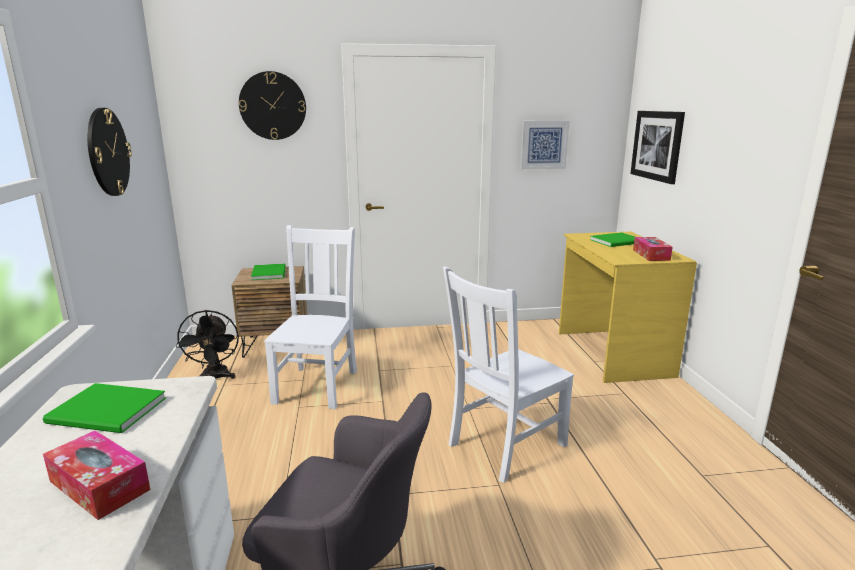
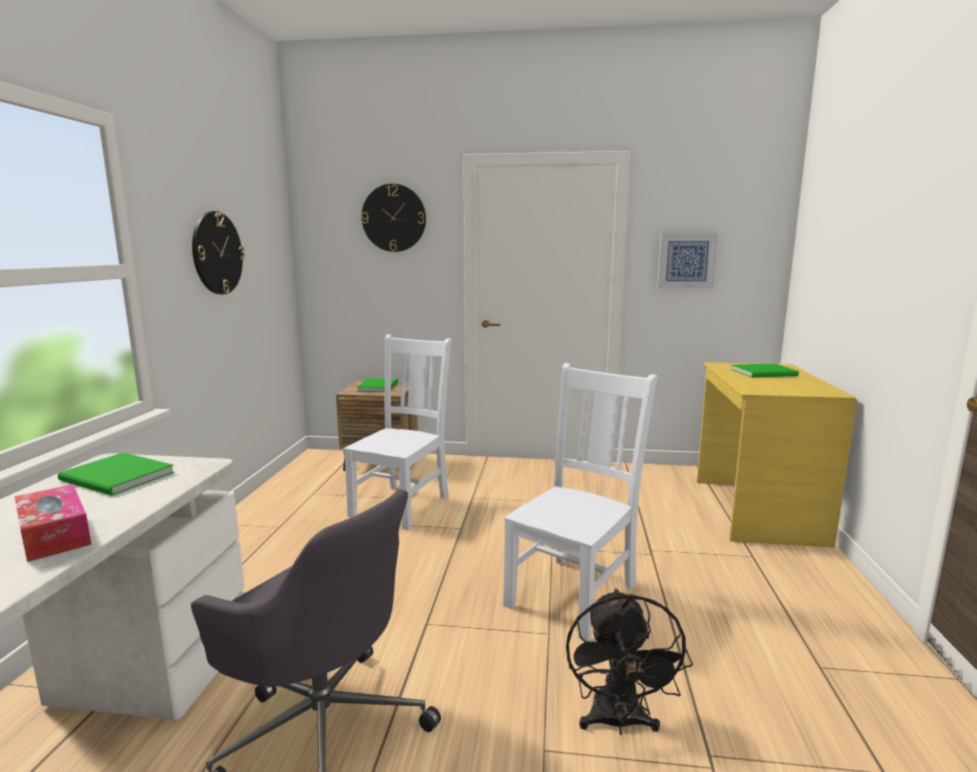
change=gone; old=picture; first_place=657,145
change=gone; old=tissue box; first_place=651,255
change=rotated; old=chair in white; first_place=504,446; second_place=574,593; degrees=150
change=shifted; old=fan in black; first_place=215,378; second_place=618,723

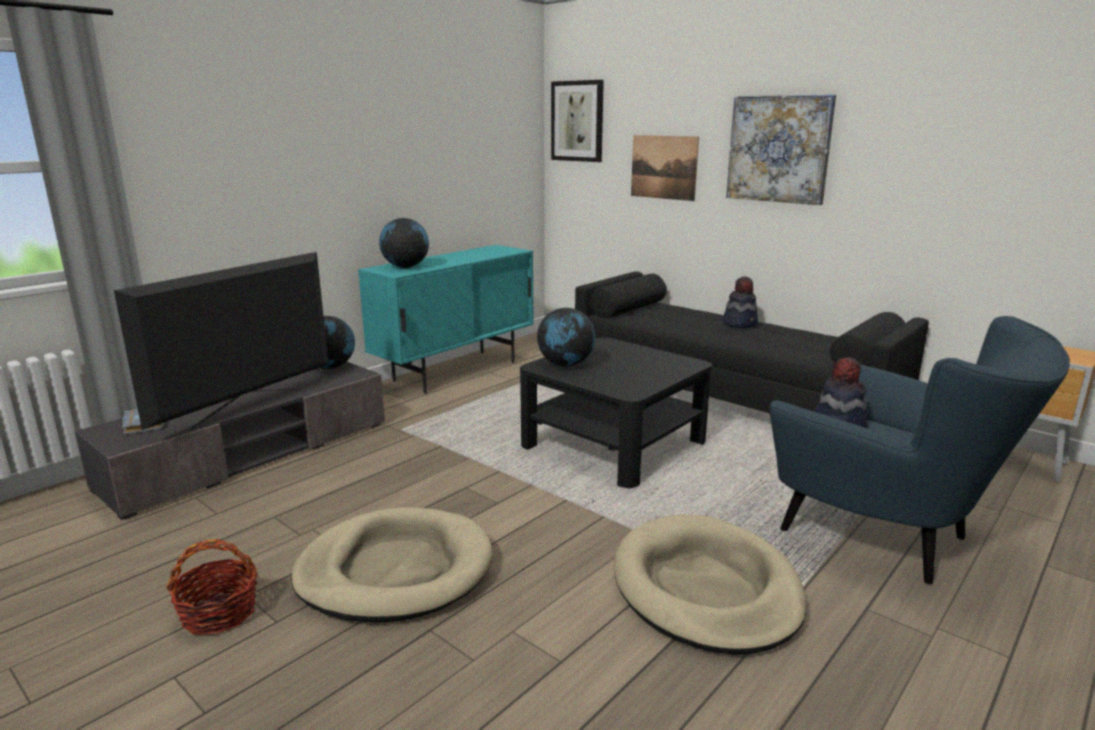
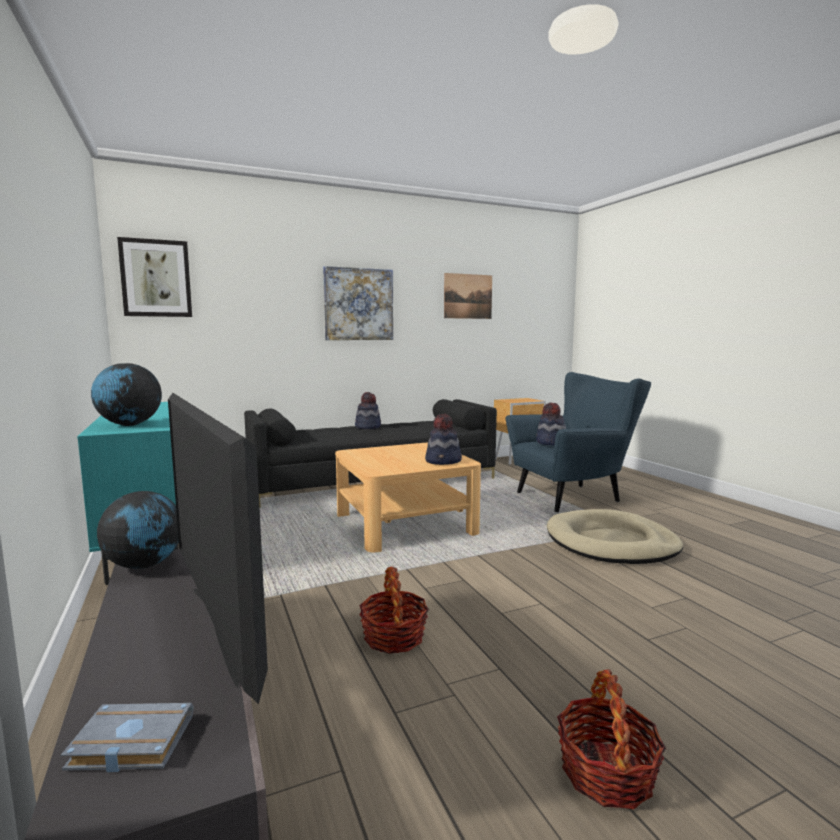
change=shifted; old=picture; first_place=663,167; second_place=468,296
change=gone; old=globe; first_place=566,364
change=repainted; old=coffee table in black; new=coffee table in beige; first_place=615,443; second_place=405,523
change=gone; old=dog bed in beige; first_place=395,570
change=new; new=hat; second_place=443,461
change=new; new=basket; second_place=393,637

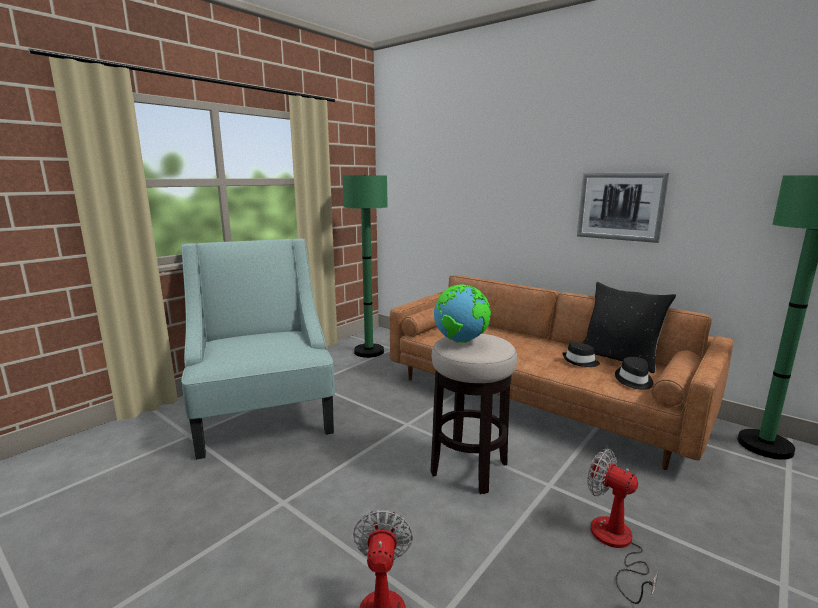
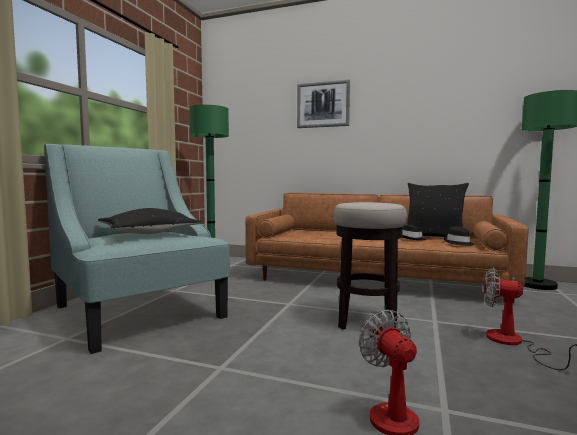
change=shifted; old=picture; first_place=620,206; second_place=323,104
change=gone; old=globe; first_place=461,341
change=new; new=pillow in black; second_place=149,233

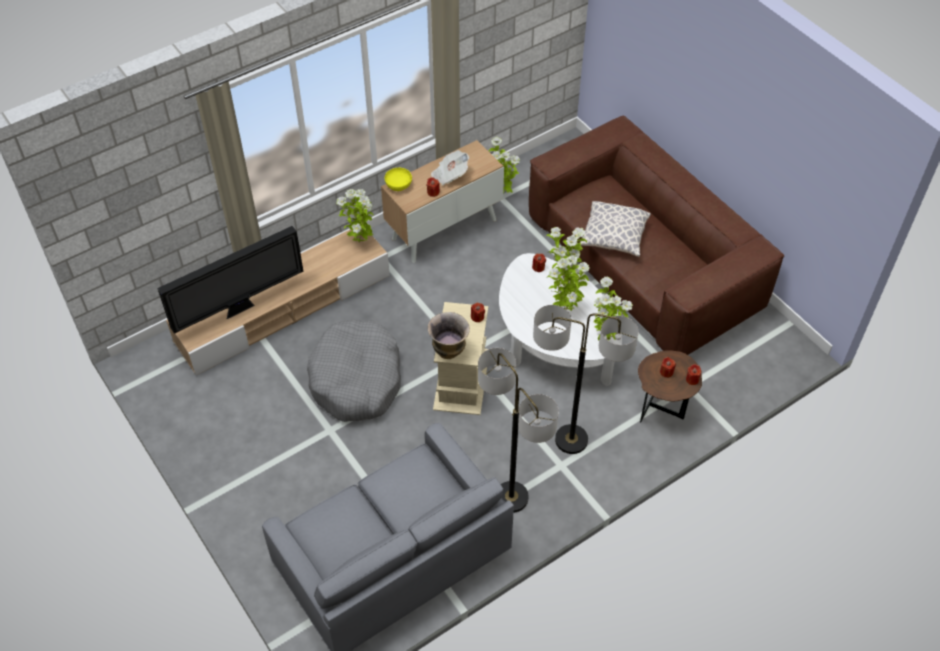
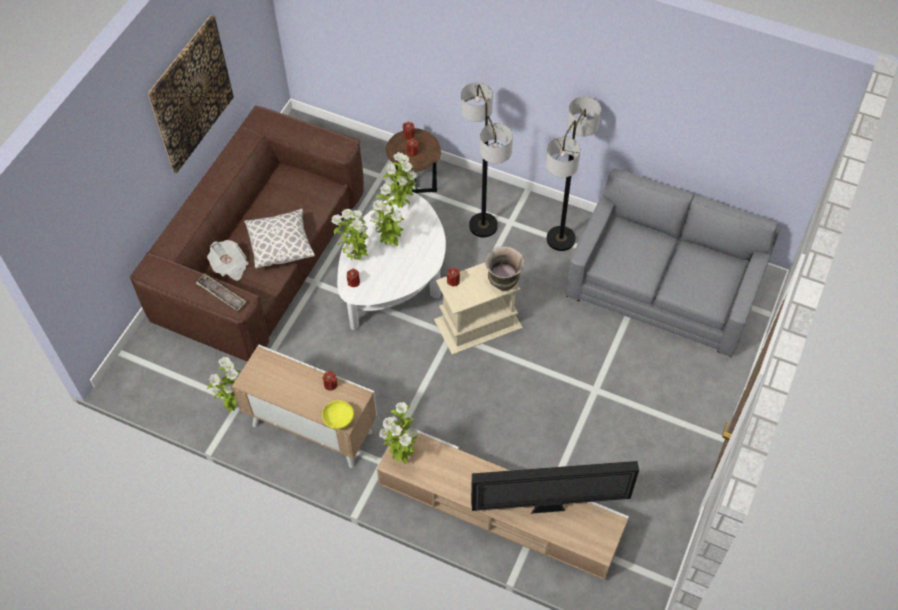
change=shifted; old=newspaper; first_place=450,175; second_place=230,266
change=rotated; old=television; first_place=240,308; second_place=549,507; degrees=150
change=gone; old=dog bed in grey; first_place=356,379
change=new; new=picture; second_place=191,94
change=new; new=tray; second_place=221,294

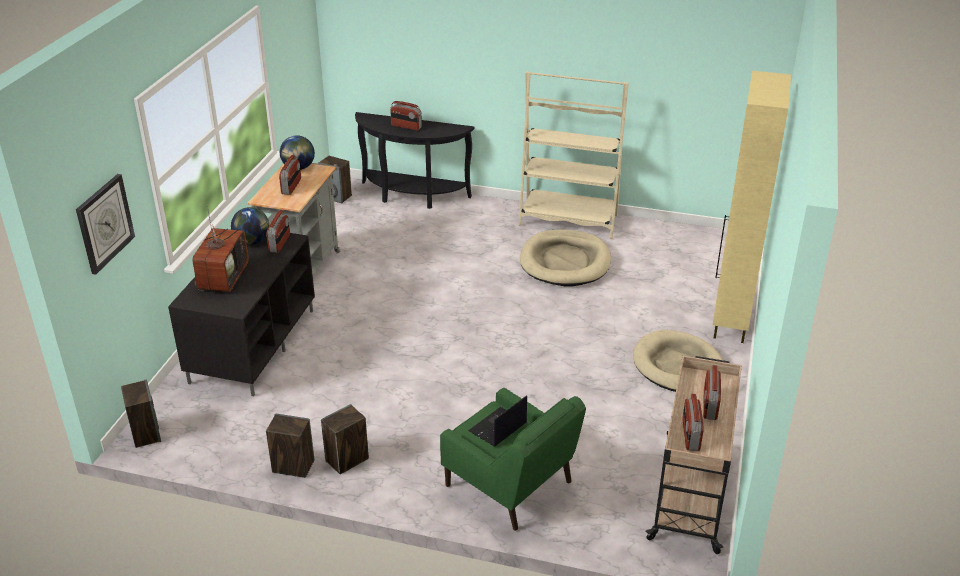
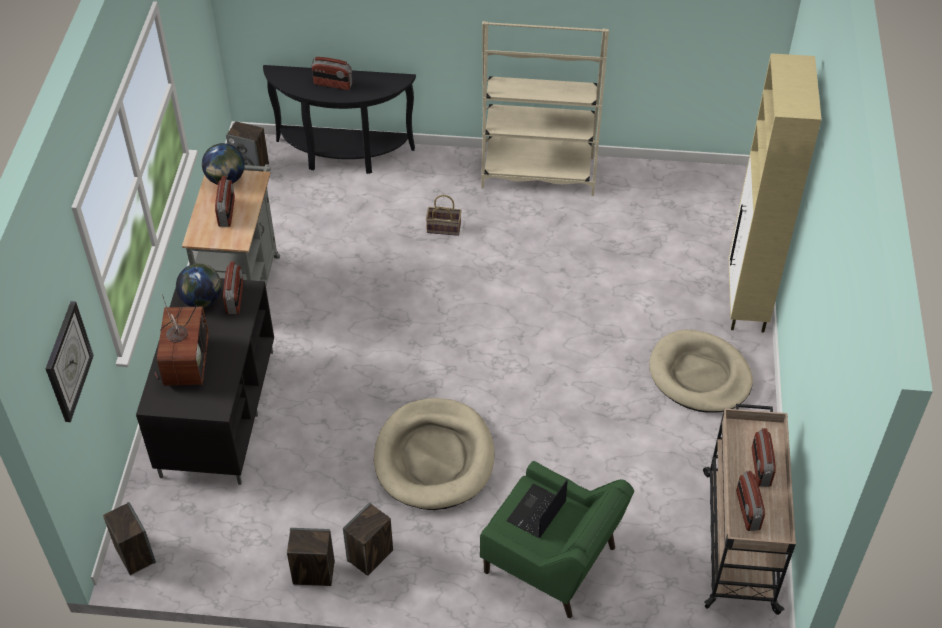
change=shifted; old=dog bed in beige; first_place=565,262; second_place=434,457
change=new; new=basket; second_place=444,227

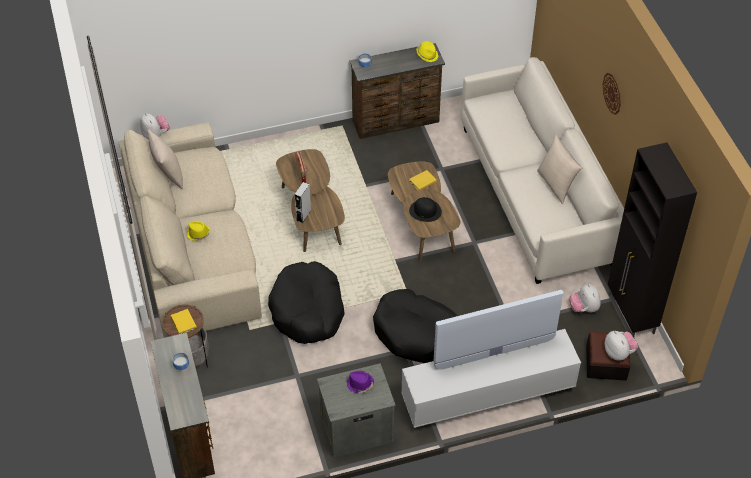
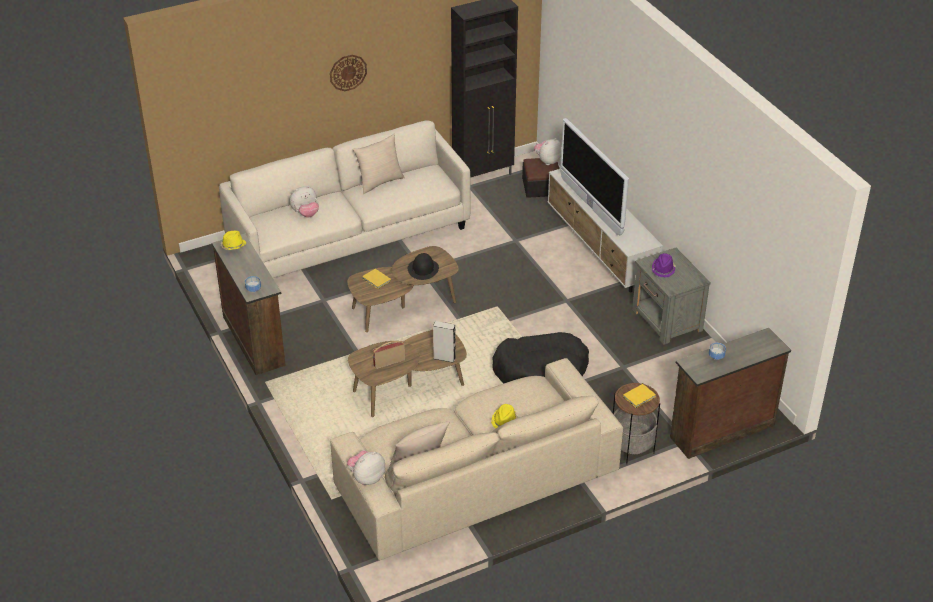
change=shifted; old=plush toy; first_place=583,308; second_place=305,213
change=gone; old=dog bed in black; first_place=417,333

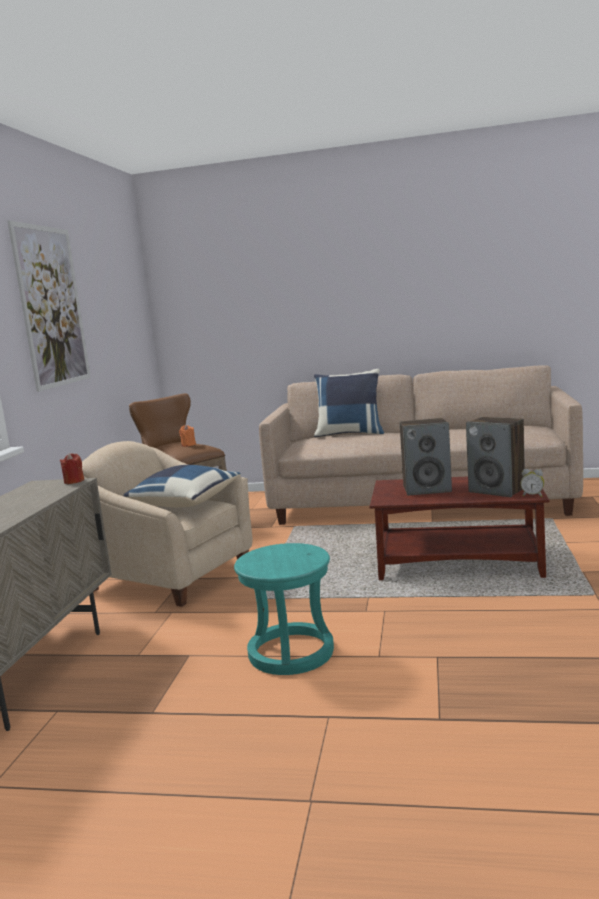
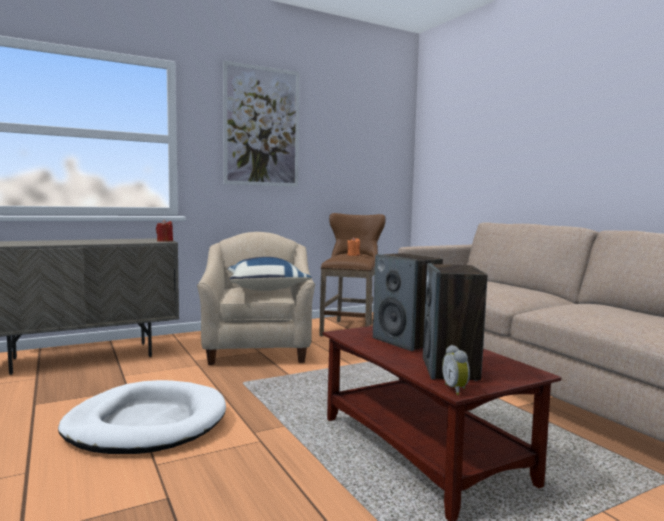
change=gone; old=pillow in blue; first_place=350,433
change=swapped; old=stool in turquoise; new=dog bed in white; first_place=291,653; second_place=146,423

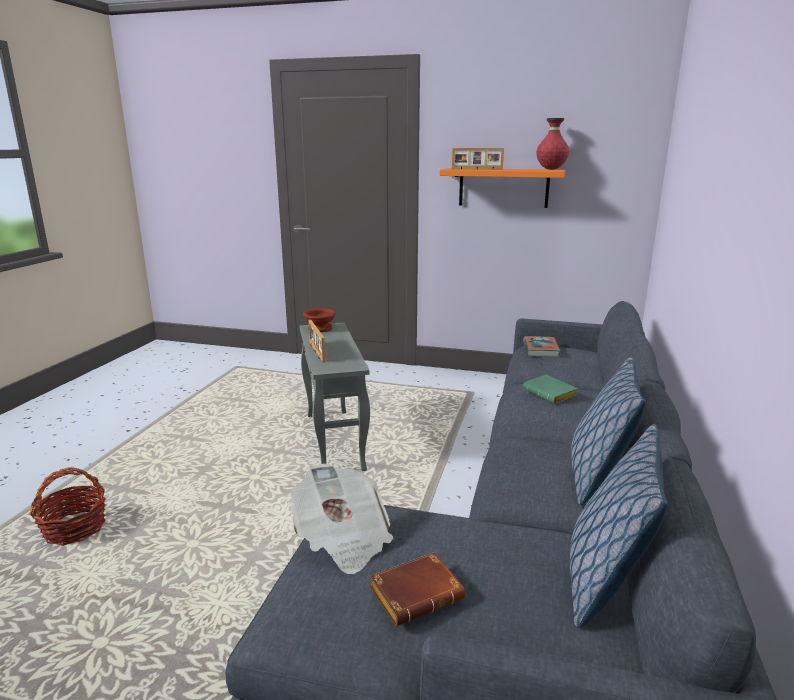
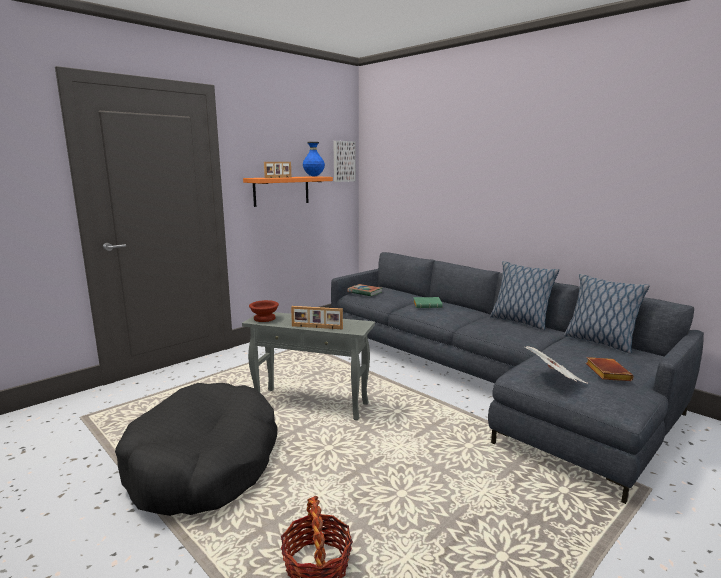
change=repainted; old=vase in red; new=vase in blue; first_place=551,169; second_place=314,176
change=new; new=picture; second_place=343,161
change=new; new=dog bed in black; second_place=204,464

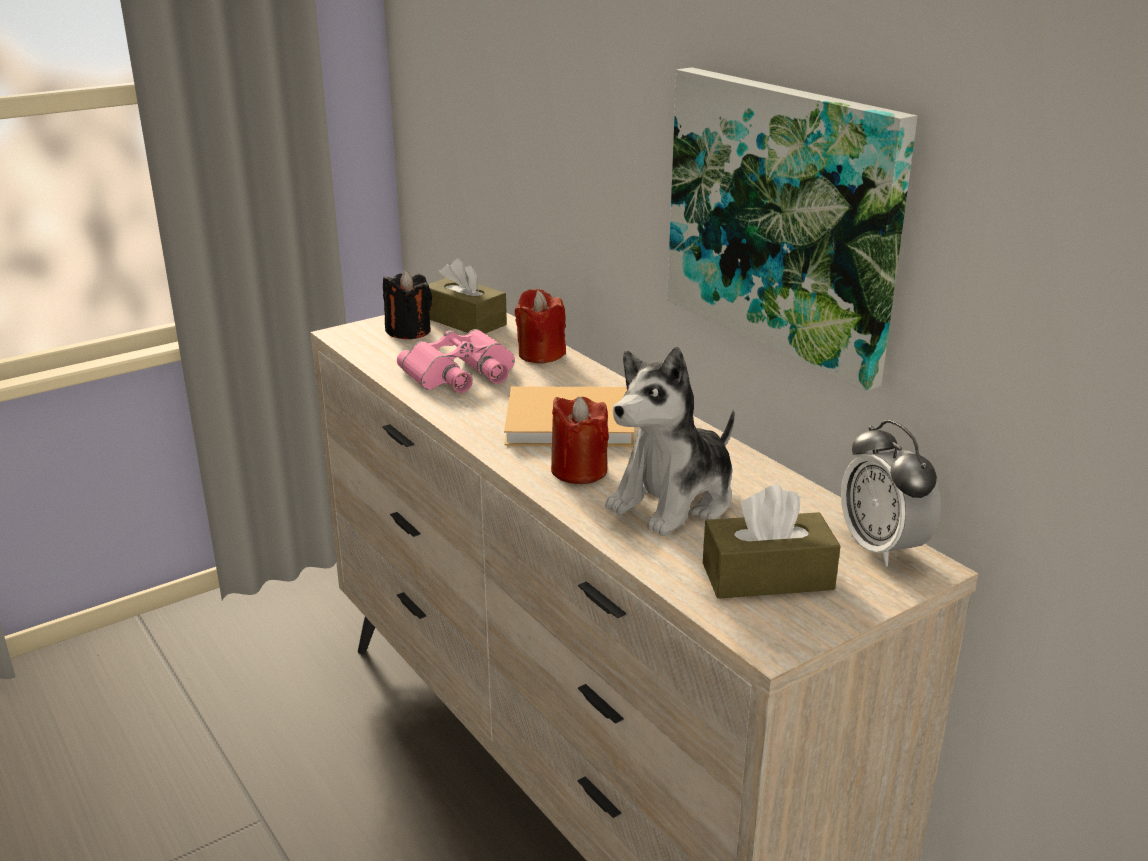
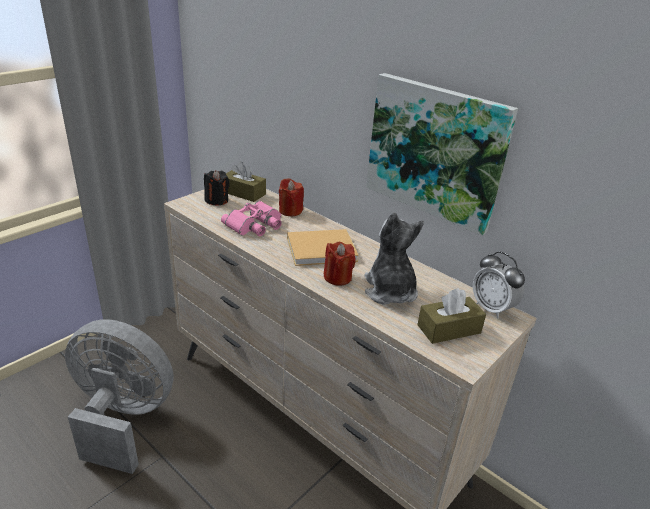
change=rotated; old=plush toy; first_place=674,501; second_place=390,291; degrees=135
change=new; new=fan in grey; second_place=122,418

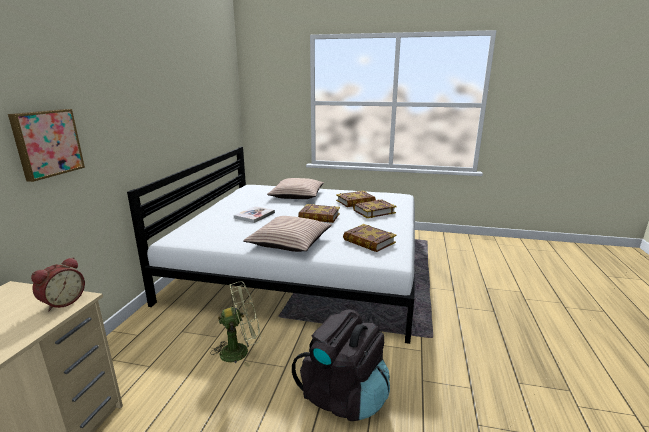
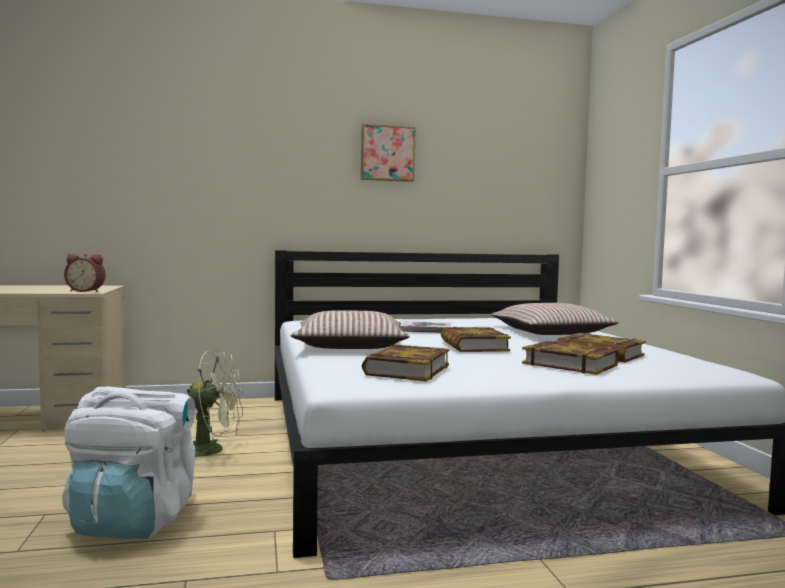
change=shifted; old=picture; first_place=47,143; second_place=387,153
change=rotated; old=fan in green; first_place=240,350; second_place=213,450; degrees=-45
change=repainted; old=backpack in black; new=backpack in white; first_place=343,396; second_place=133,521

